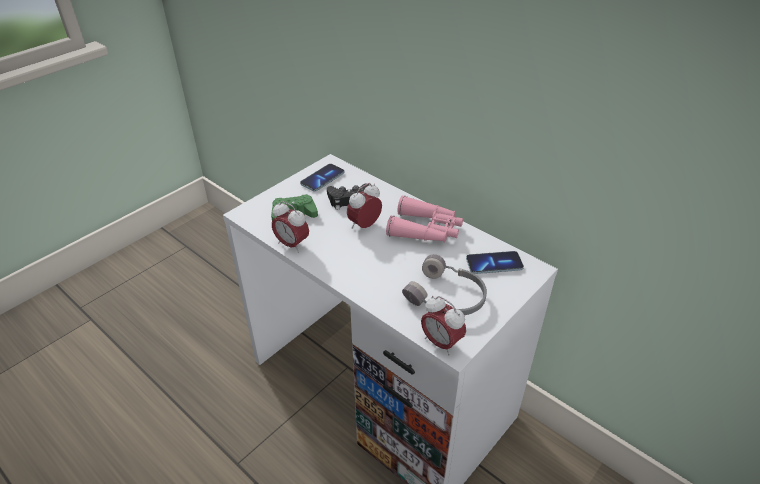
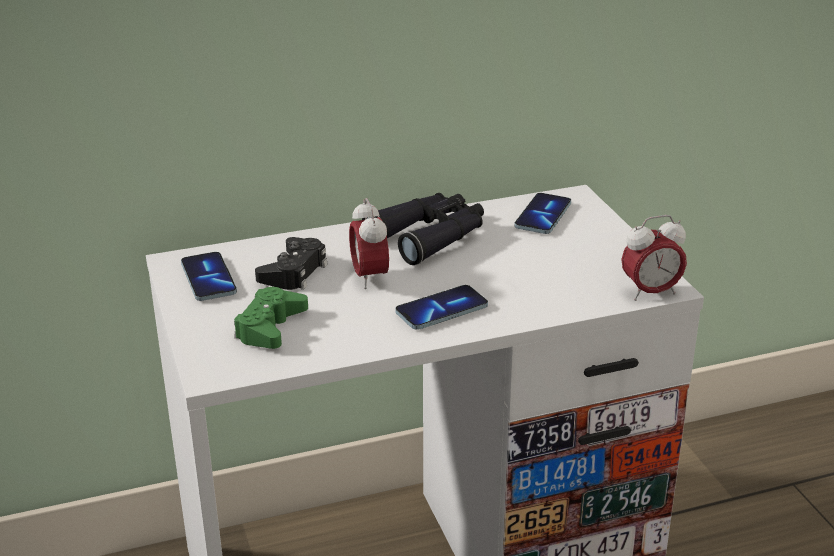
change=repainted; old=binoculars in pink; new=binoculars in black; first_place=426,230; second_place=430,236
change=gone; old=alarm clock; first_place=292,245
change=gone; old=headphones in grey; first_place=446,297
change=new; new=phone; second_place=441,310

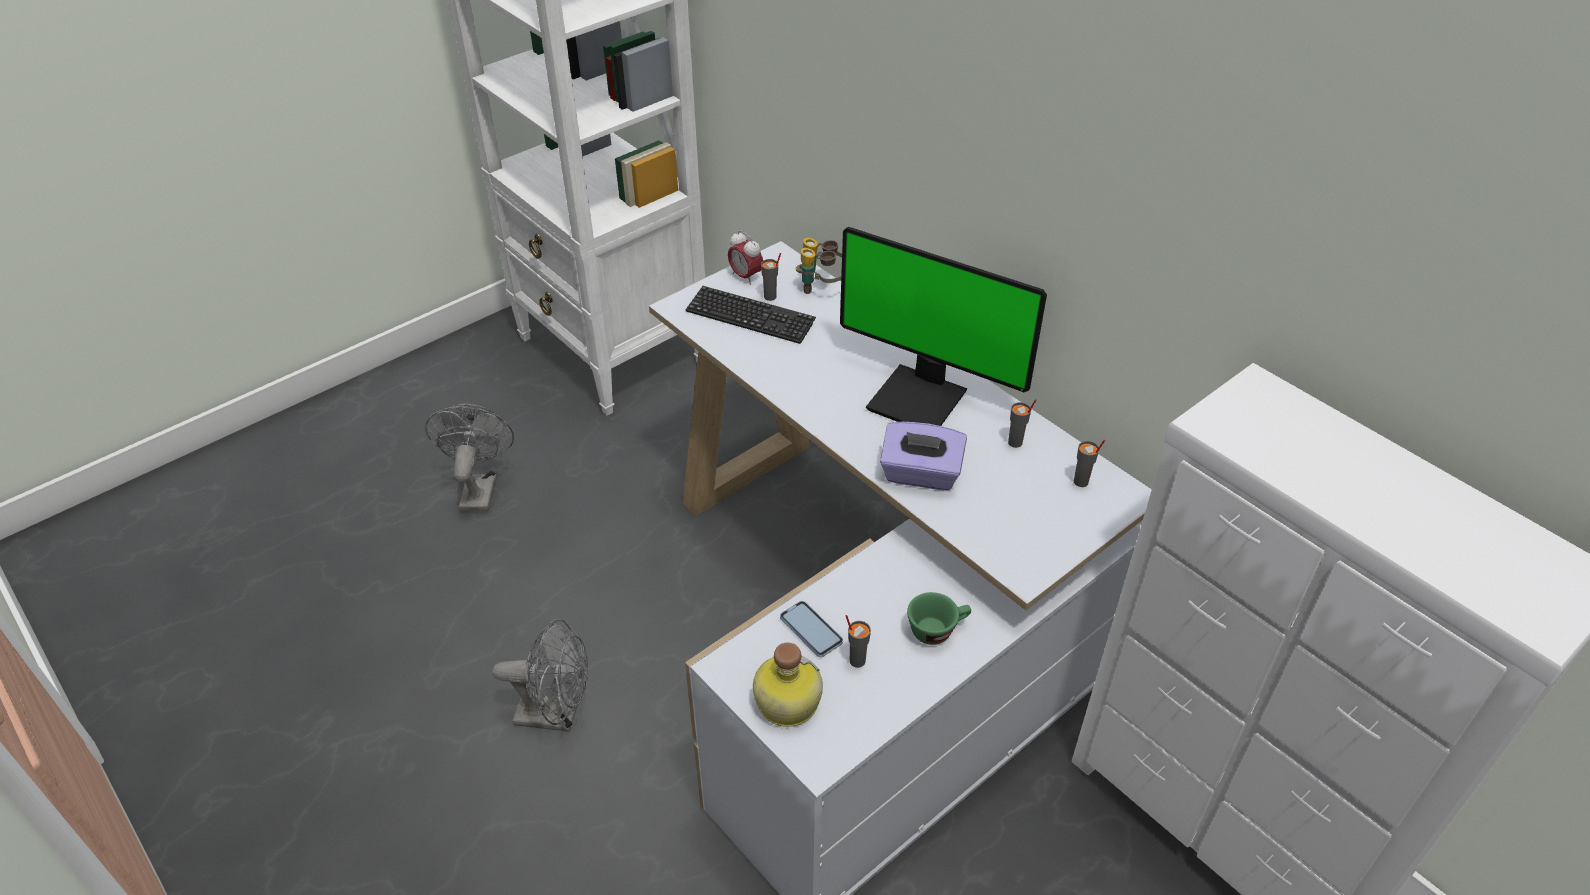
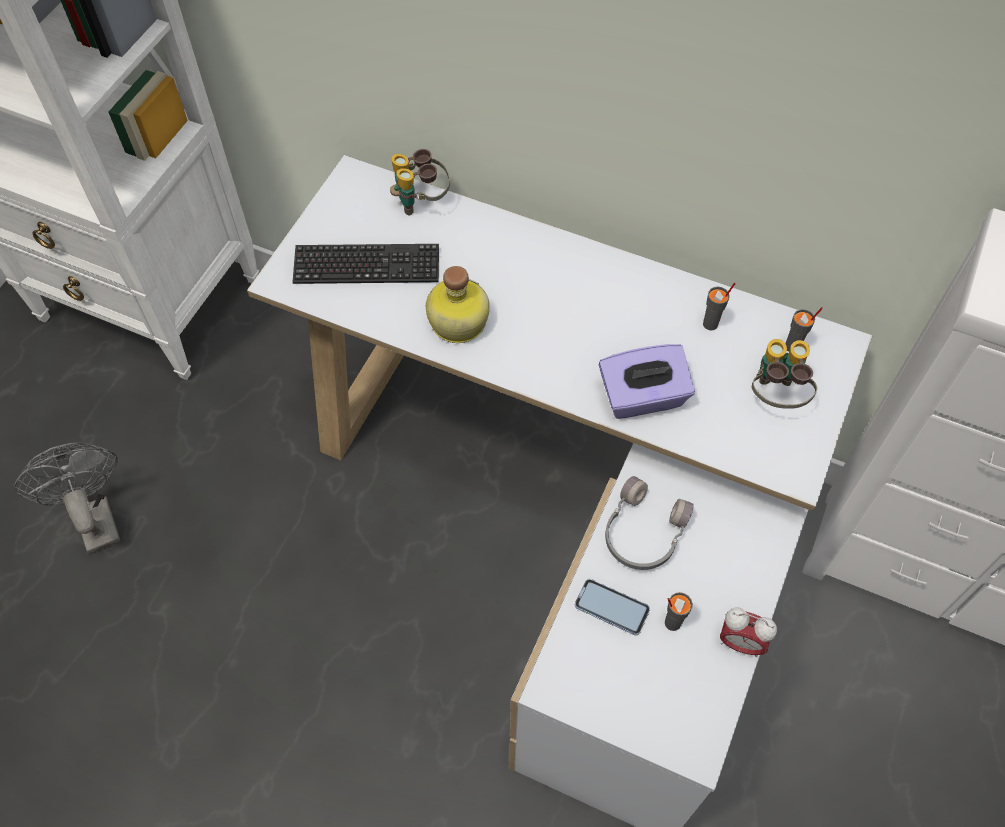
change=gone; old=monitor; first_place=920,398
change=shifted; old=alarm clock; first_place=745,277; second_place=740,643
change=gone; old=cup in grey; first_place=770,297
change=gone; old=cup in green; first_place=937,629
change=gone; old=fan in grey; first_place=557,715
change=shifted; old=bottle; first_place=785,702; second_place=456,322
change=new; new=binoculars; second_place=776,396
change=new; new=headphones in grey; second_place=642,532

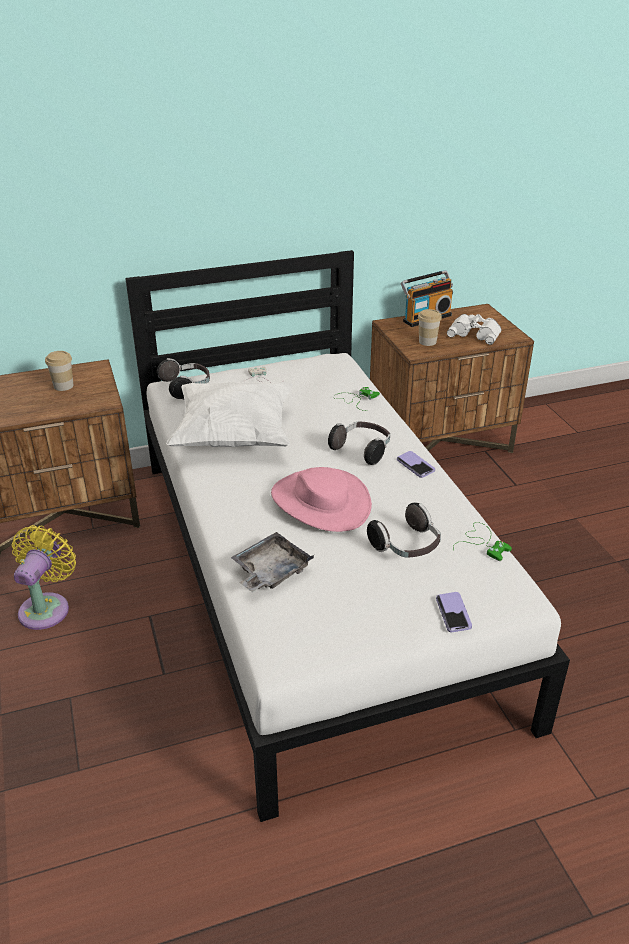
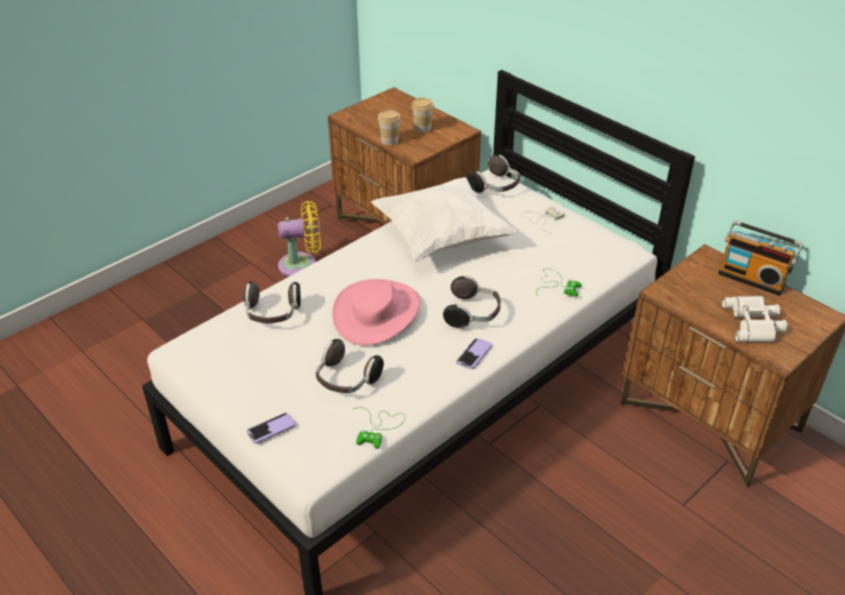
change=shifted; old=cup; first_place=427,342; second_place=389,140
change=swapped; old=tray in grey; new=headphones; first_place=270,571; second_place=272,314

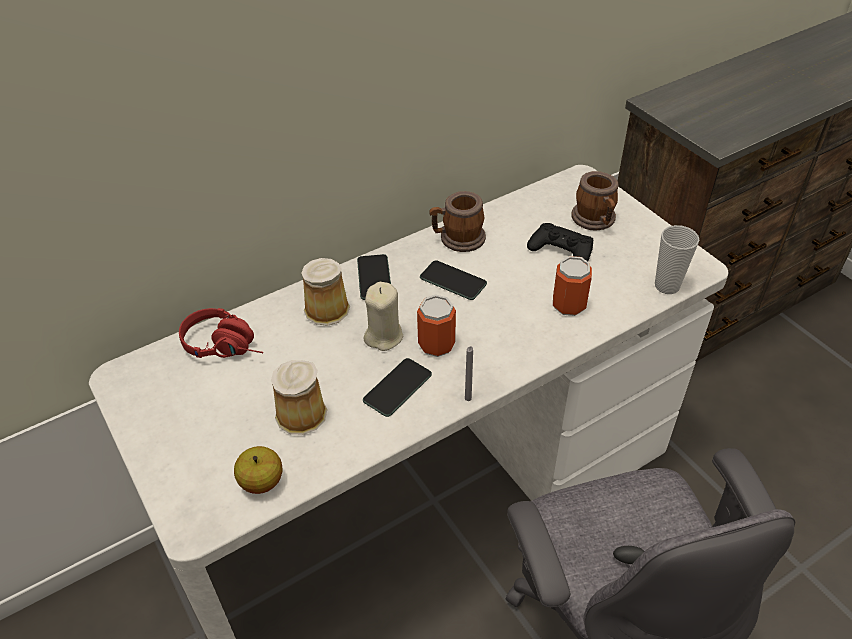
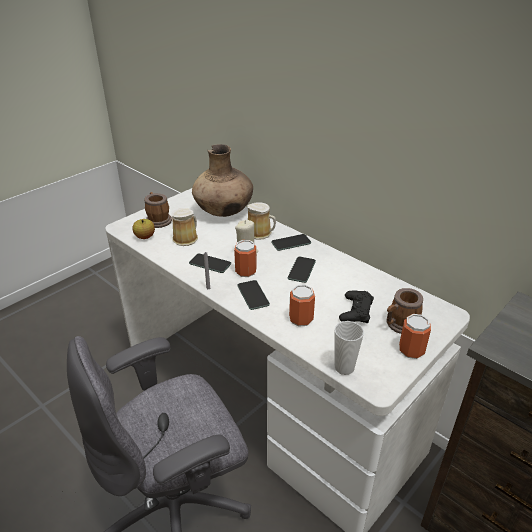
change=shifted; old=mug; first_place=457,239; second_place=157,220
change=swapped; old=headphones in red; new=vase in brown; first_place=227,346; second_place=224,212
change=new; new=phone; second_place=253,295
change=new; new=can; second_place=411,350

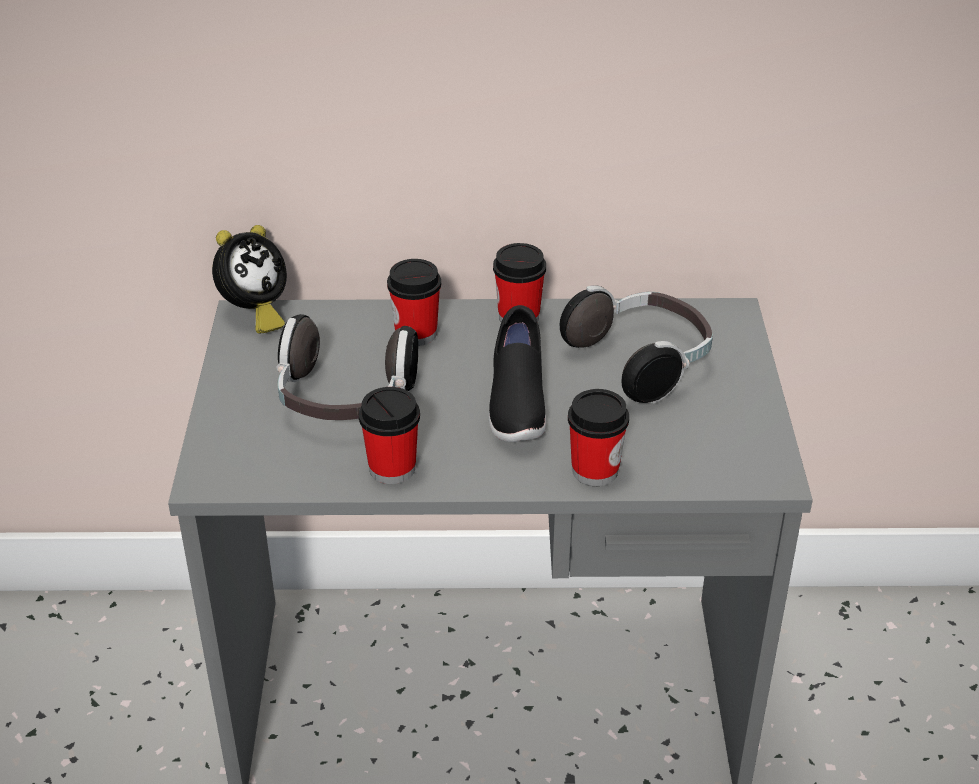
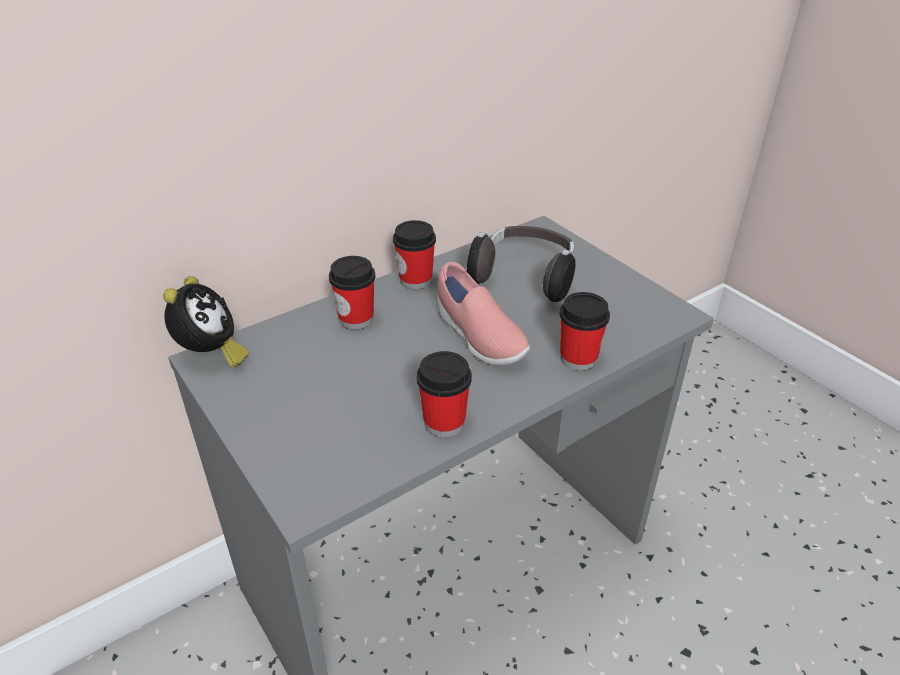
change=repainted; old=shoe in black; new=shoe in pink; first_place=516,404; second_place=478,337
change=gone; old=headphones; first_place=344,401

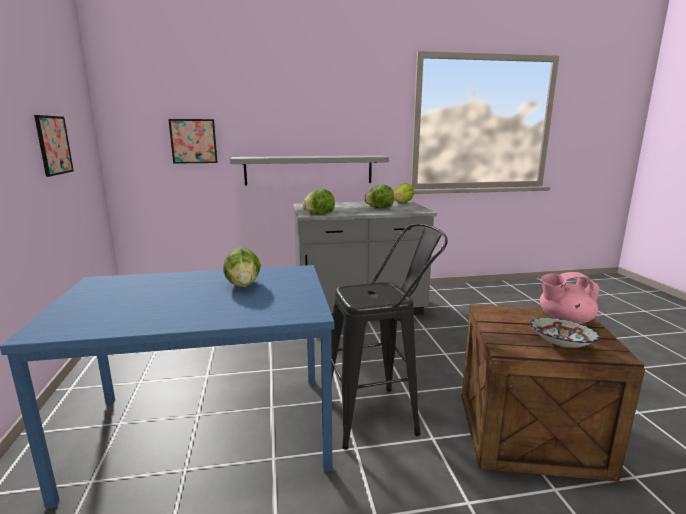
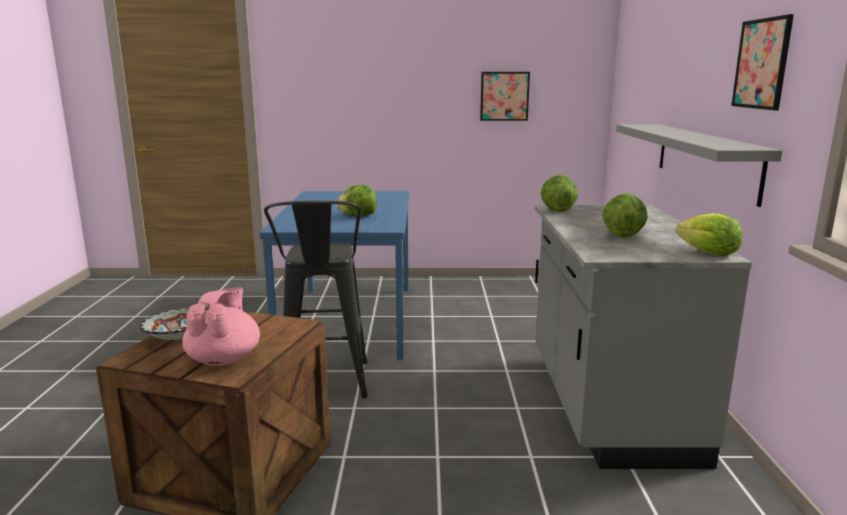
change=shifted; old=picture; first_place=193,141; second_place=762,64

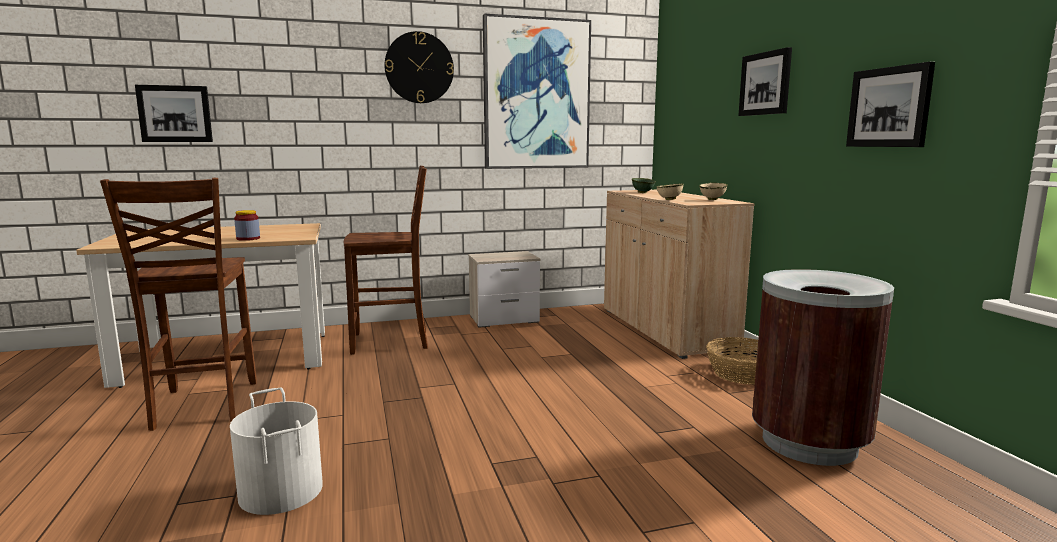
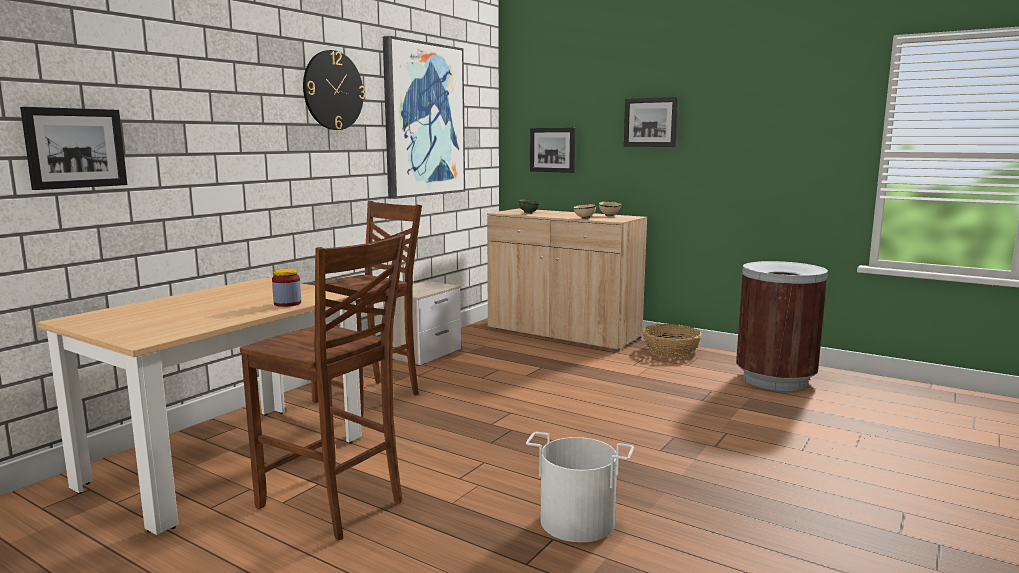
change=shifted; old=picture; first_place=889,107; second_place=553,150

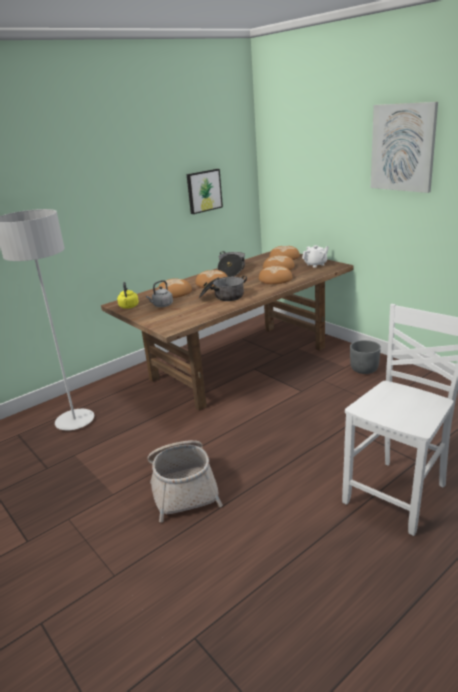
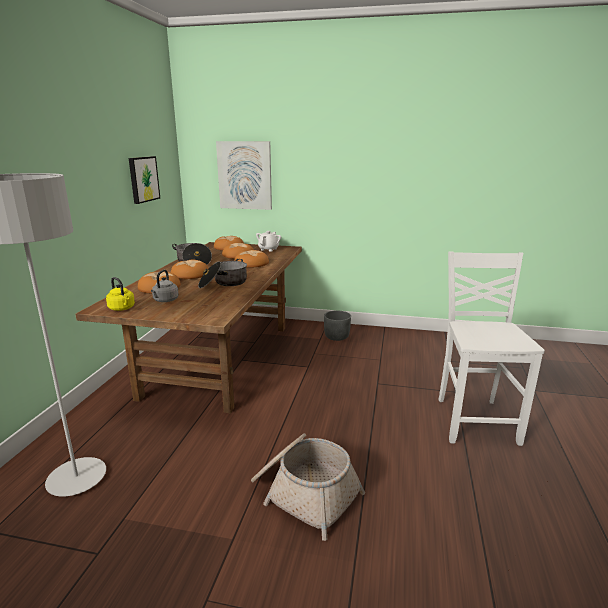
change=shifted; old=picture; first_place=403,147; second_place=245,175

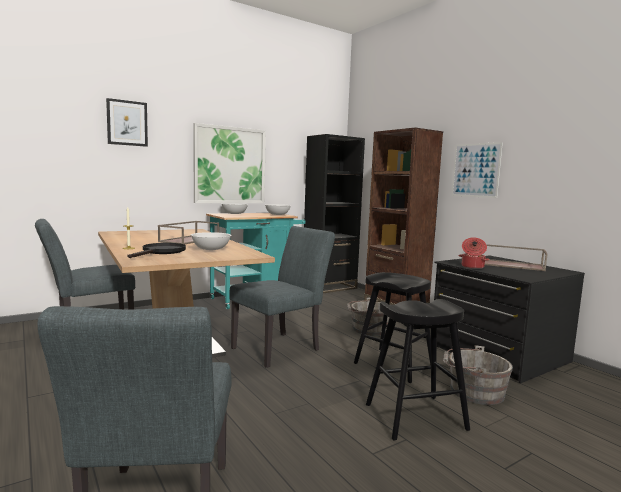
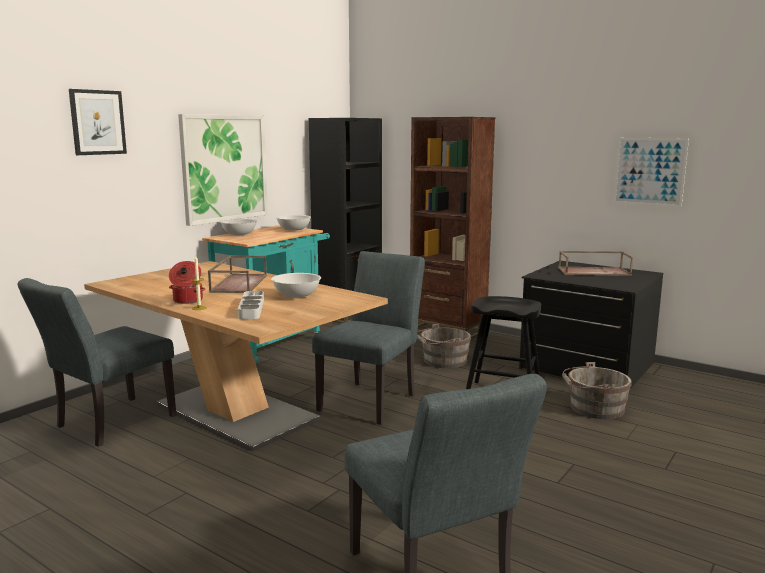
change=shifted; old=picture; first_place=475,170; second_place=649,171
change=shifted; old=cooking pot; first_place=472,267; second_place=187,300
change=swapped; old=frying pan in black; new=tray in grey; first_place=161,252; second_place=251,309
change=gone; old=stool in black; first_place=415,417

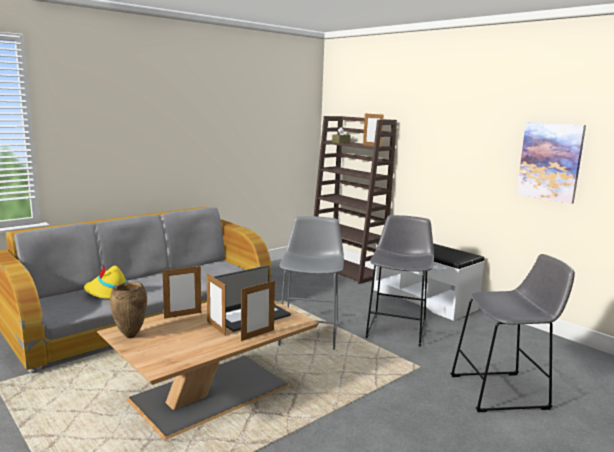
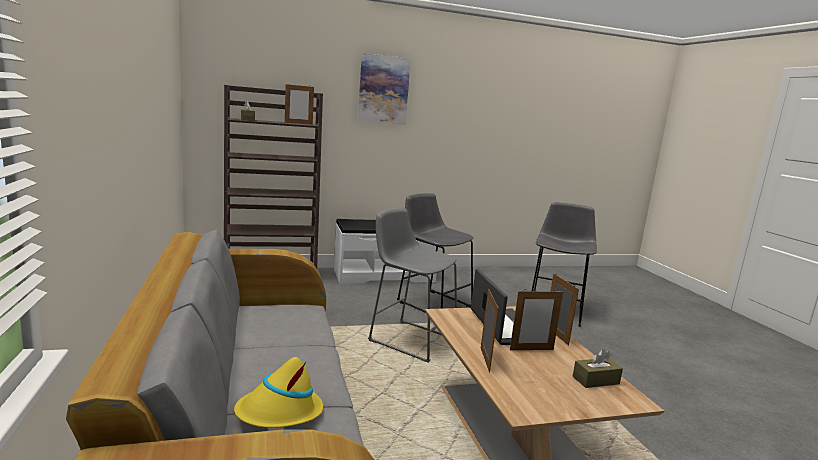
change=shifted; old=picture; first_place=550,161; second_place=383,89
change=gone; old=vase in brown; first_place=130,336
change=new; new=tissue box in brown; second_place=595,380

